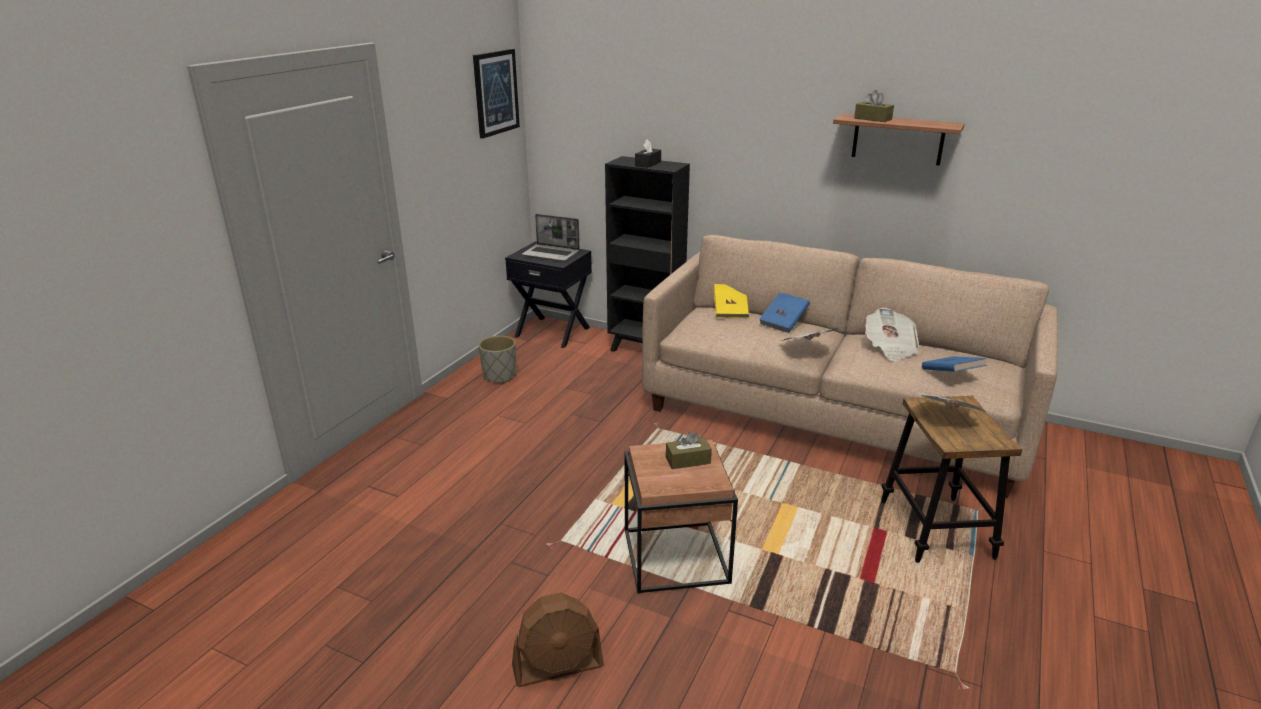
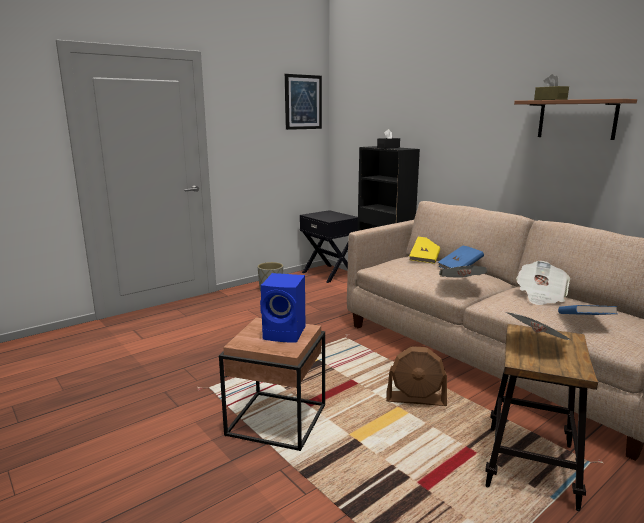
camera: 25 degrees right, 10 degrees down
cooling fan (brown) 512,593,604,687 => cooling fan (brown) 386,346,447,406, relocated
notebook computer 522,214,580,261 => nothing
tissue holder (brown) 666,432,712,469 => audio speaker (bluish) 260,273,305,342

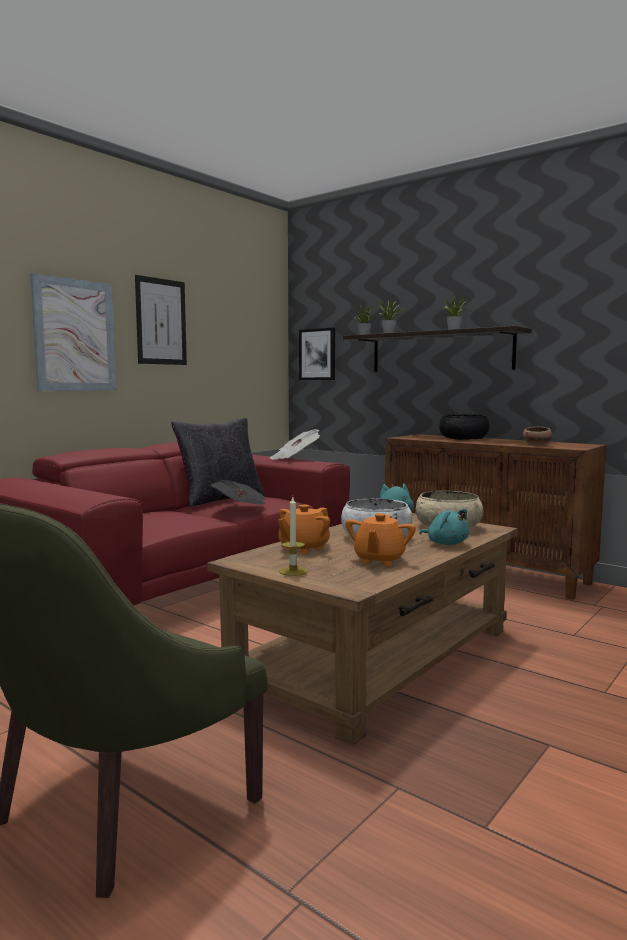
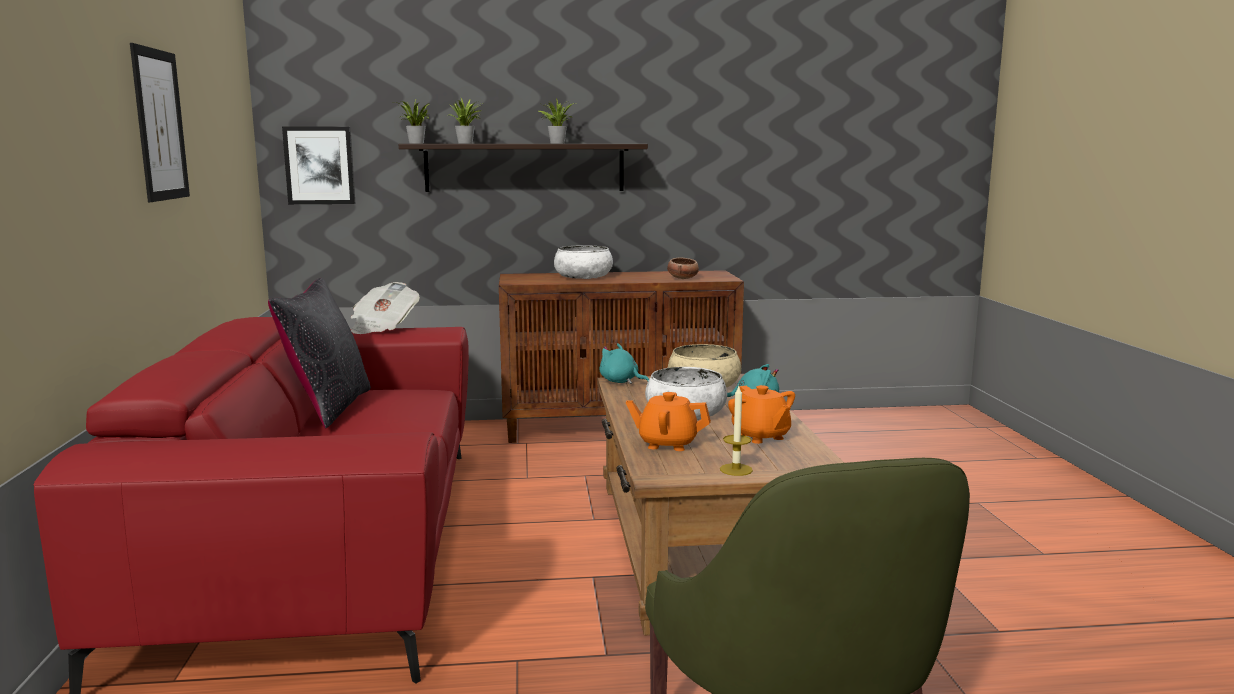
camera: 45 degrees left, 5 degrees up
wall picture 30,273,116,391 => nothing
daily paper 211,480,266,504 => nothing
tea pot (orange-coloured) 278,505,330,554 => tea pot (orange-coloured) 626,392,711,451, 105 degrees clockwise
deep dish (blackish) 439,414,490,440 => deep dish (white) 554,245,613,279

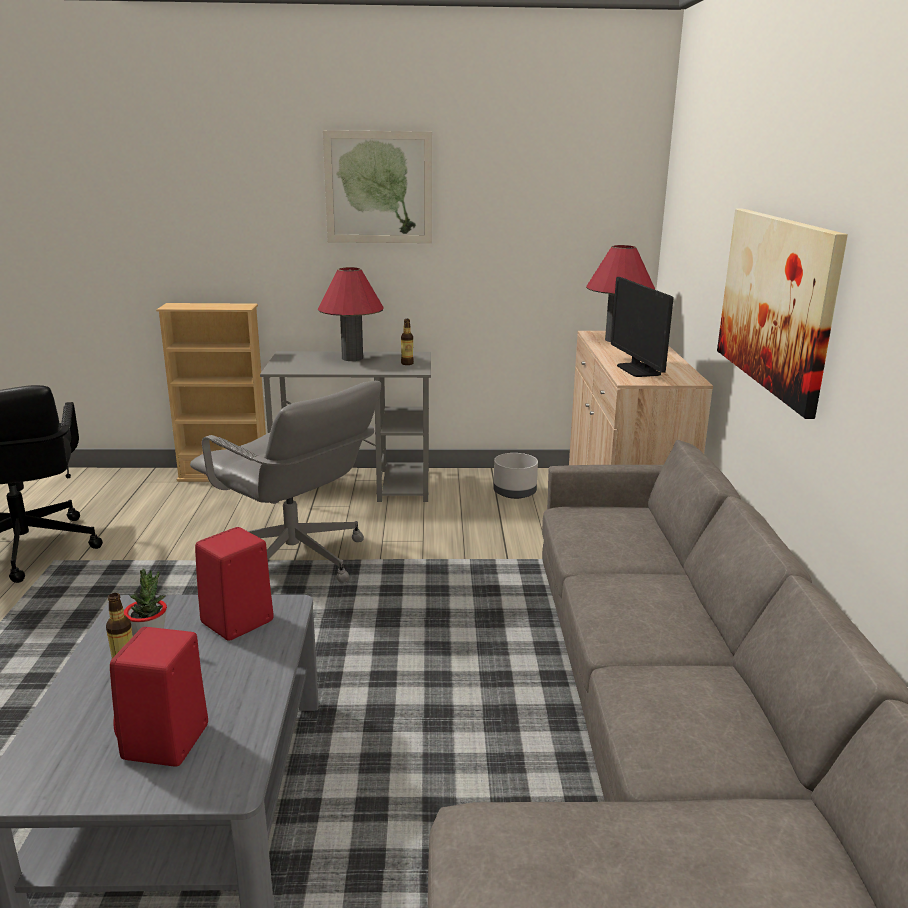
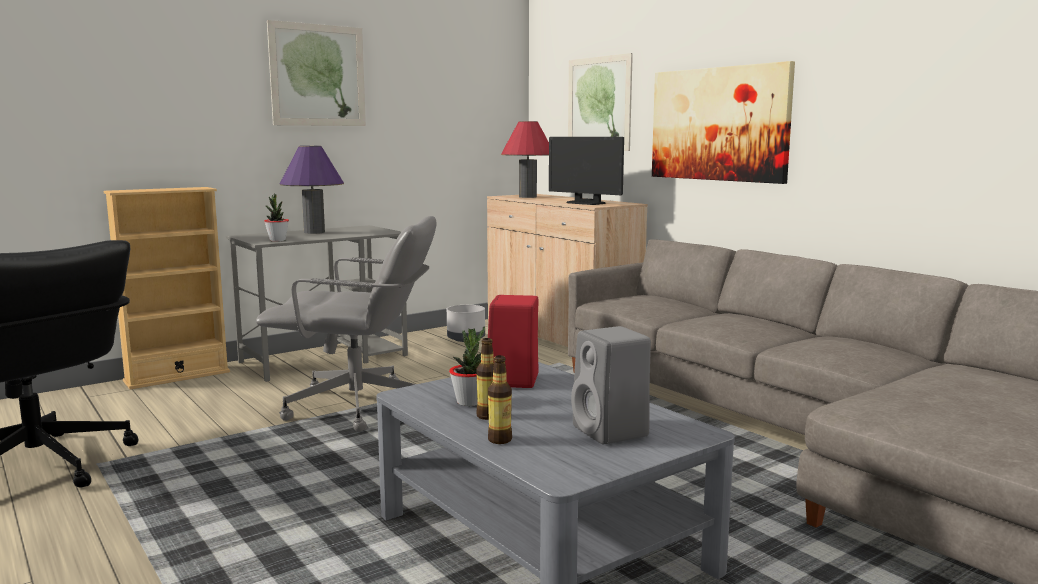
camera: 35 degrees left, 10 degrees down
audio speaker (red) 110,627,208,767 => audio speaker (gray) 571,326,651,444
table lamp (red) 318,267,384,361 => table lamp (purplish) 280,146,344,234
bottle 401,319,414,365 => bottle 488,355,512,444, relocated
nothing => houseplant 264,194,289,242
nothing => wall picture 568,53,633,151

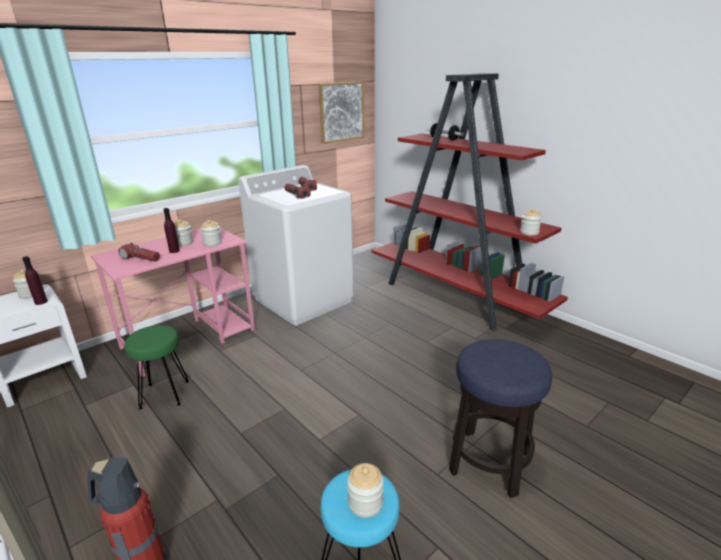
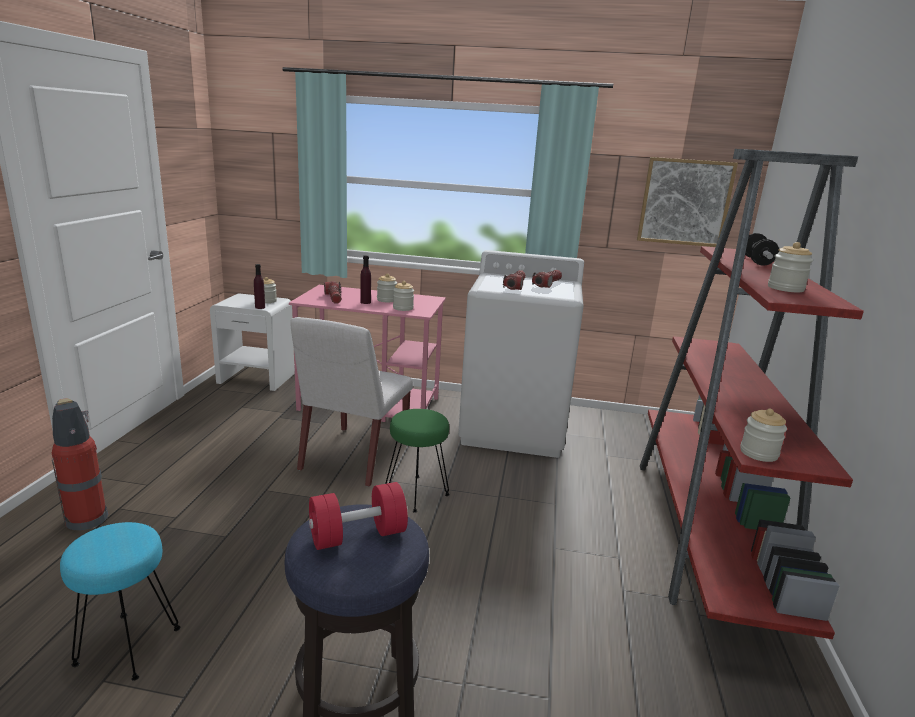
camera: 50 degrees right, 5 degrees down
stool (green-coloured) 125,325,189,410 => stool (green-coloured) 385,409,450,512, relocated
storage jar 347,463,384,518 => storage jar 768,242,813,292, relocated
nothing => plain chair (white) 290,317,413,487
nothing => dumbbell (red) 309,482,408,550

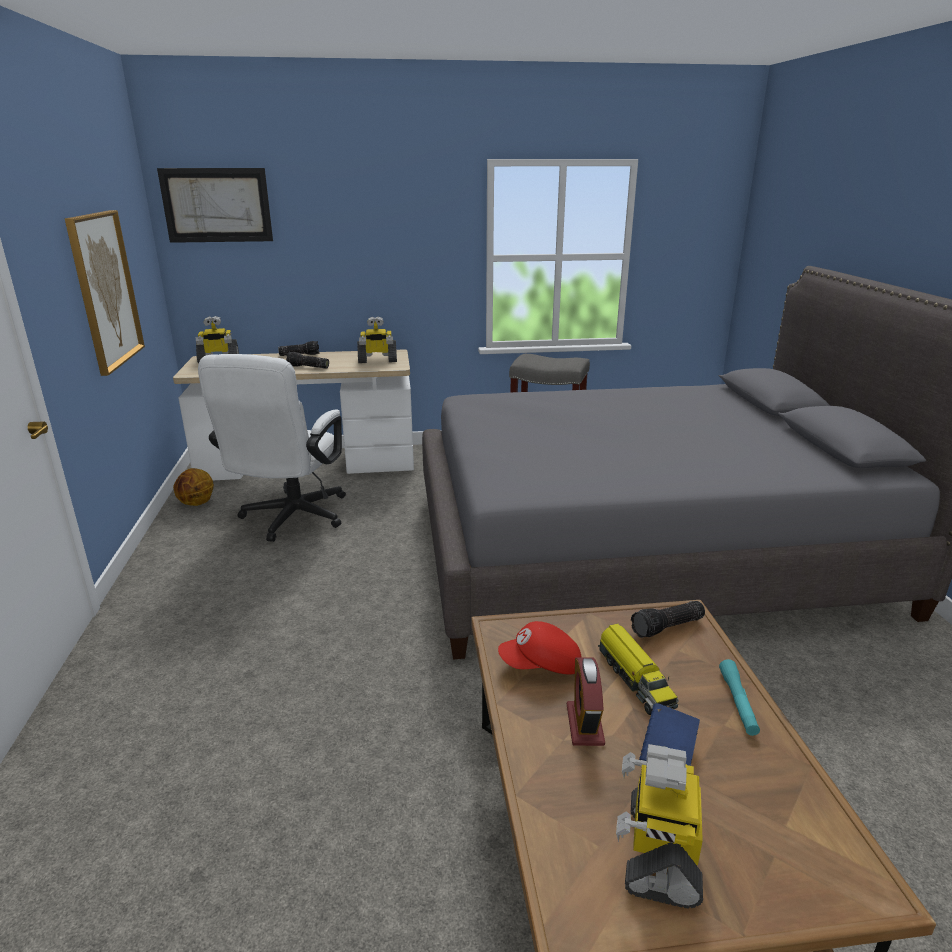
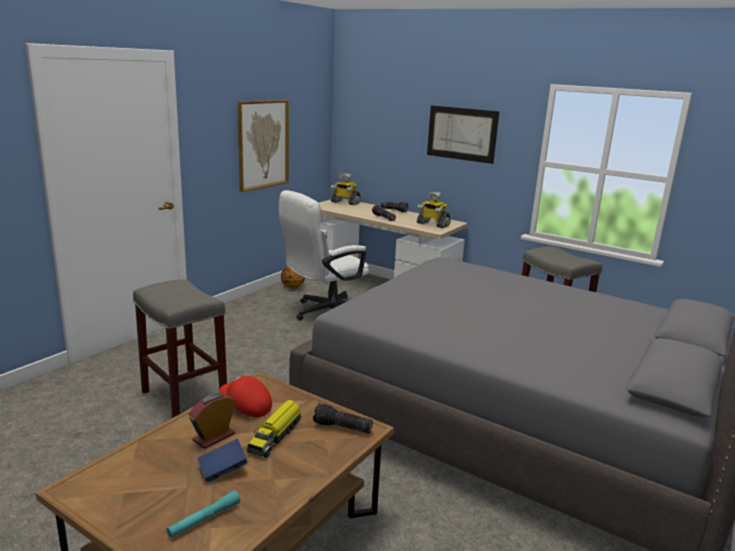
camera: 40 degrees right, 5 degrees down
wall picture 157,168,273,243 => wall picture 427,105,499,164, relocated
model robot 616,744,703,908 => nothing
flashlight (blue-green) 719,659,760,736 => flashlight (blue-green) 167,491,240,538, relocated
nothing => stool (gray) 133,279,227,418

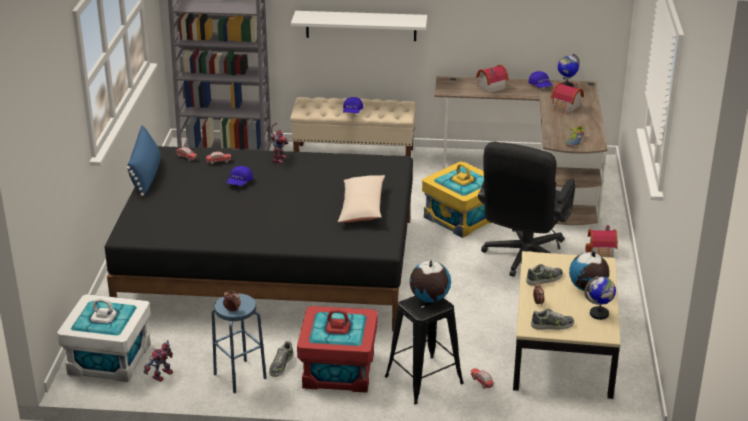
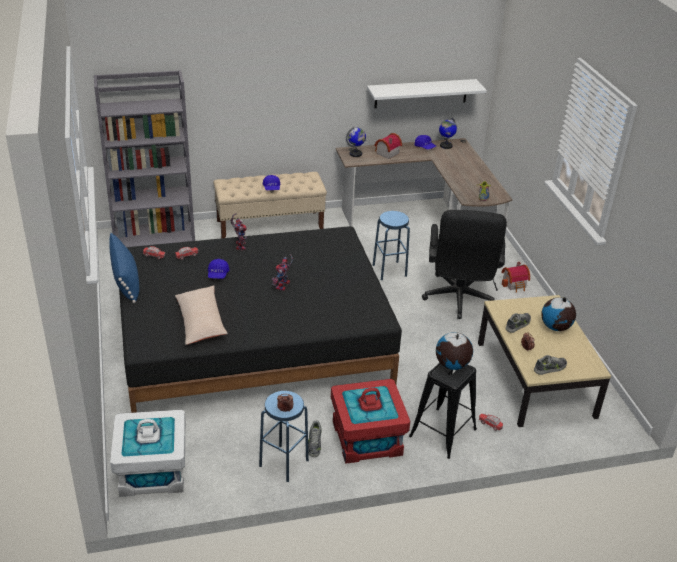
camera: 20 degrees left, 5 degrees up
model robot 143,340,173,382 => model robot 272,254,293,291, relocated
wall shelf (white) 291,11,427,41 => wall shelf (white) 367,79,487,108, relocated
throw pillow (beige) 338,175,385,222 => throw pillow (beige) 175,285,228,345, relocated
storage container (yellowish) 422,161,492,238 => stool (bluish) 372,211,410,280
model house 551,82,584,114 => nothing
desk globe 584,276,616,320 => desk globe 346,127,366,157, relocated

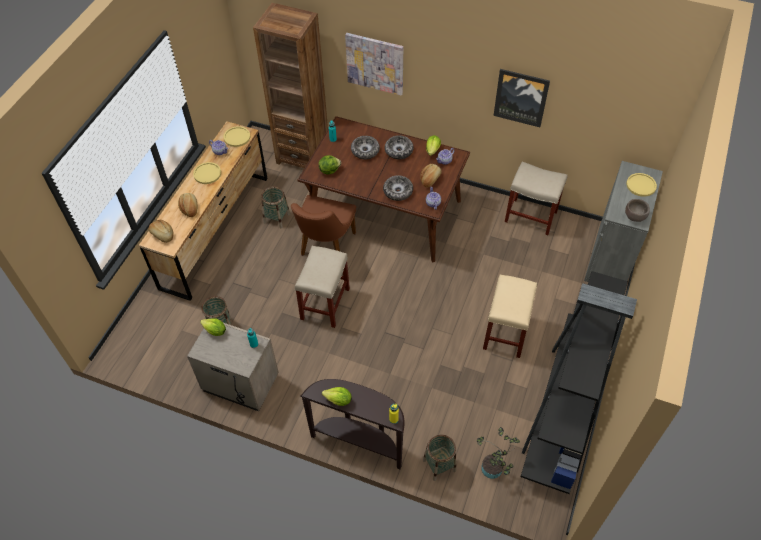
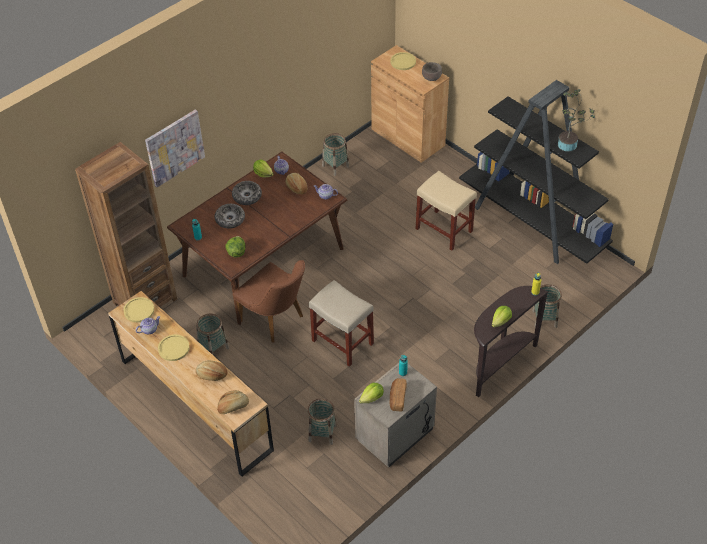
camera: 65 degrees left, 5 degrees down
deep dish 383,175,413,201 => nothing
houseplant 477,427,520,479 => houseplant 558,89,595,152, relocated
wall picture 493,69,550,127 => nothing
stool (beige) 505,161,568,235 => household basket 322,133,349,176
cabinet (gray) 584,161,663,282 => cabinet (brown) 371,45,449,163
nothing => baked bread 390,378,407,412

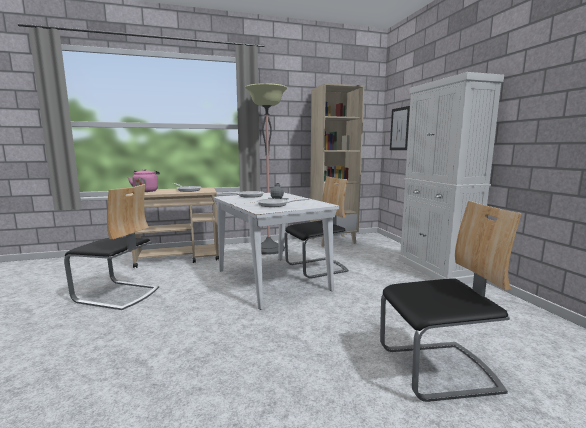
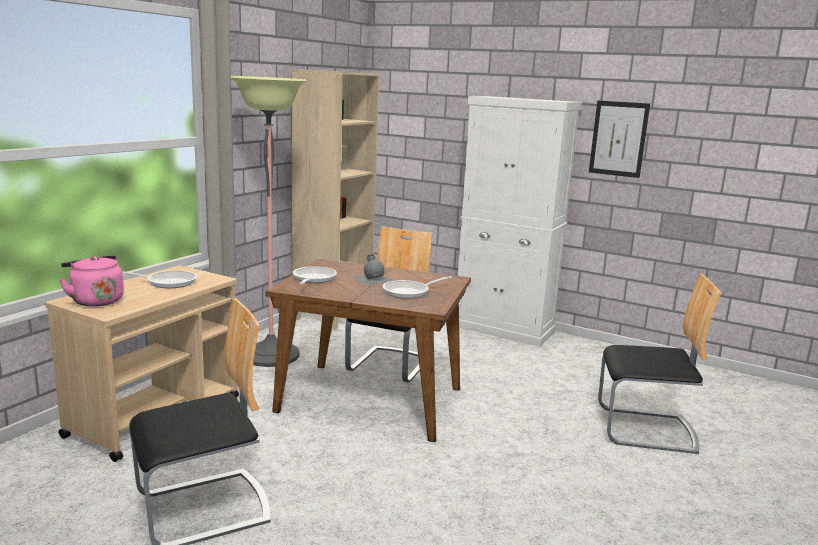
camera: 45 degrees left, 5 degrees up
dinner table (white) 213,193,339,310 => dinner table (brown) 266,259,471,442
plain chair 380,201,522,402 => plain chair 598,273,721,454, 60 degrees clockwise
wall picture 390,106,410,150 => wall picture 589,101,650,178, relocated

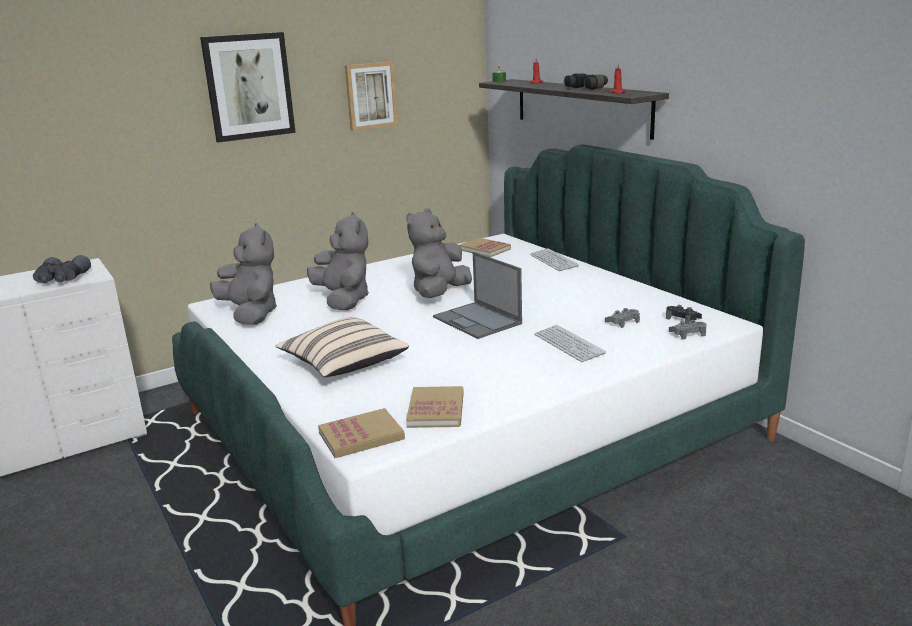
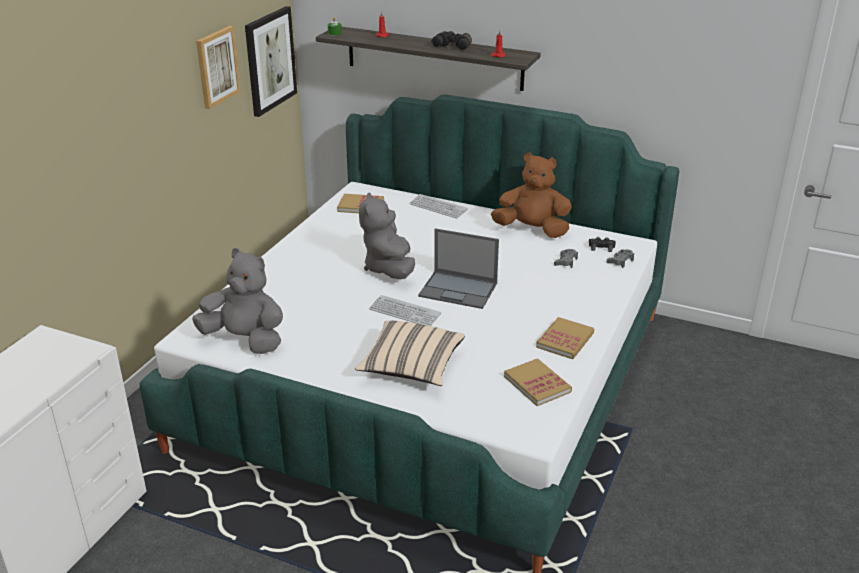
camera: 35 degrees left, 10 degrees up
binoculars (gray) 33,255,91,284 => nothing
wall picture 200,32,296,143 => wall picture 245,6,297,117, relocated
plush toy (gray) 307,212,369,310 => nothing
volume 318,408,405,458 => volume 536,317,594,359, relocated
keyboard 535,325,606,362 => keyboard 369,295,441,326, relocated
nothing => plush toy (brown) 491,153,572,238

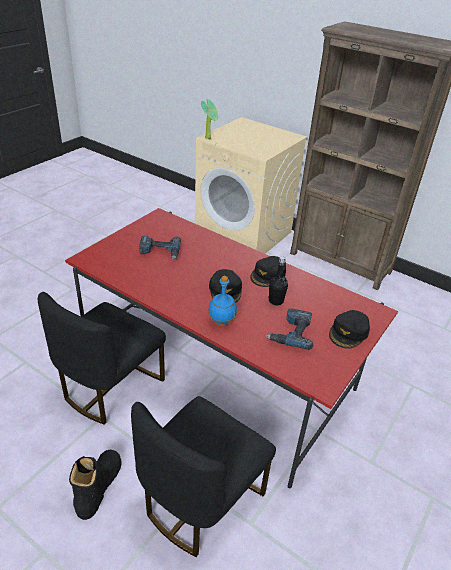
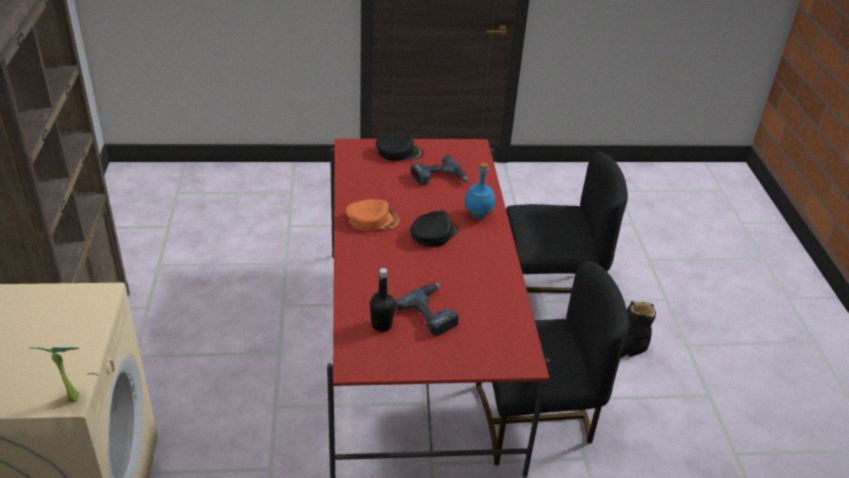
camera: 130 degrees left, 0 degrees up
baseball cap (blackish) 250,256,286,287 => baseball cap (orange-coloured) 346,199,399,231
bottle (blackish) 268,256,288,306 => bottle (blackish) 370,268,395,332, relocated

